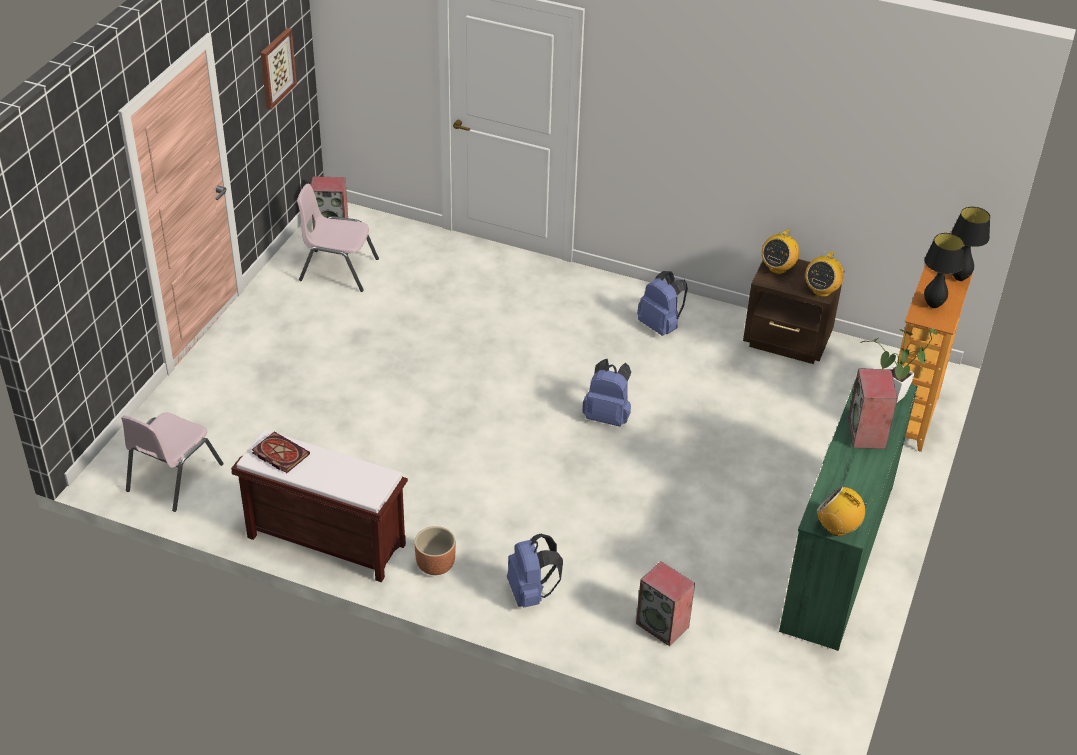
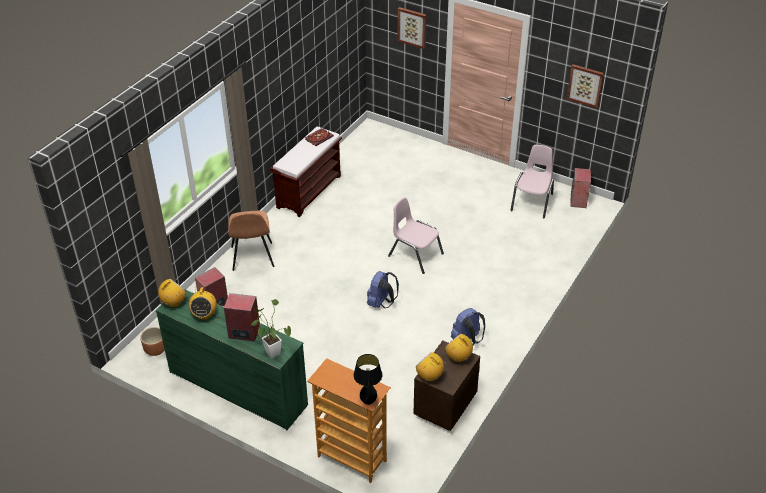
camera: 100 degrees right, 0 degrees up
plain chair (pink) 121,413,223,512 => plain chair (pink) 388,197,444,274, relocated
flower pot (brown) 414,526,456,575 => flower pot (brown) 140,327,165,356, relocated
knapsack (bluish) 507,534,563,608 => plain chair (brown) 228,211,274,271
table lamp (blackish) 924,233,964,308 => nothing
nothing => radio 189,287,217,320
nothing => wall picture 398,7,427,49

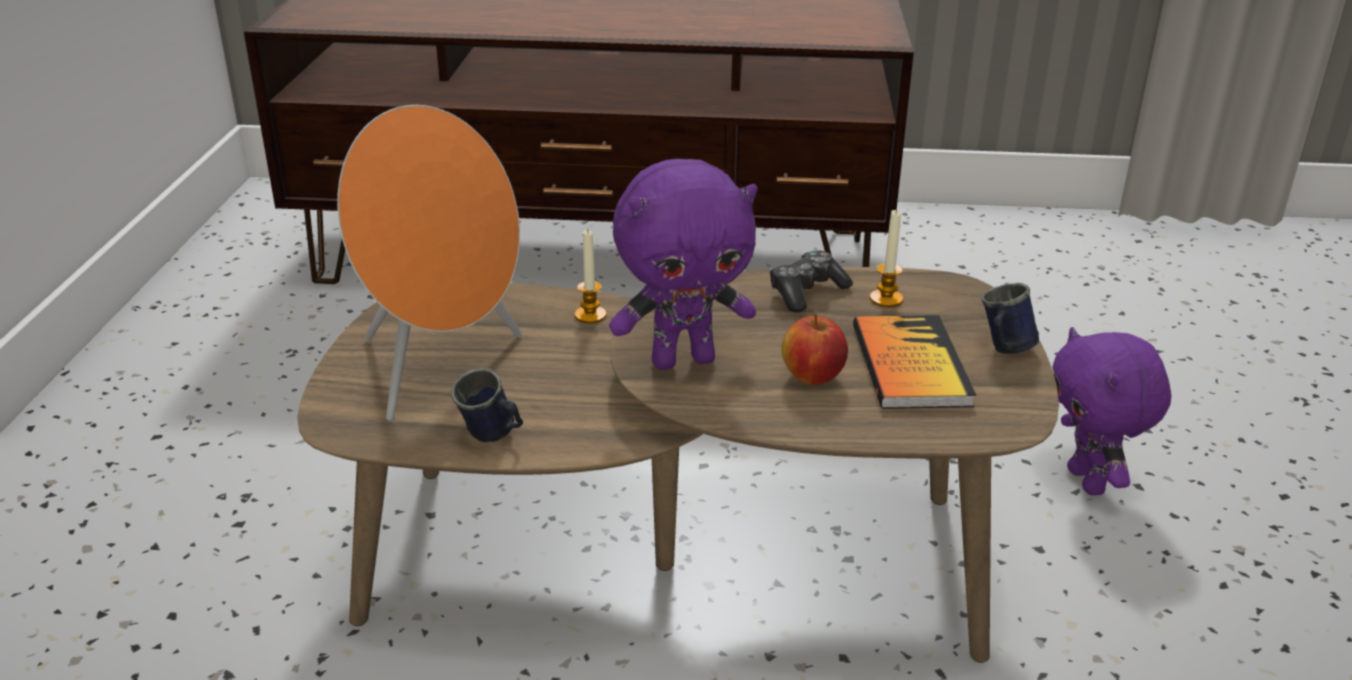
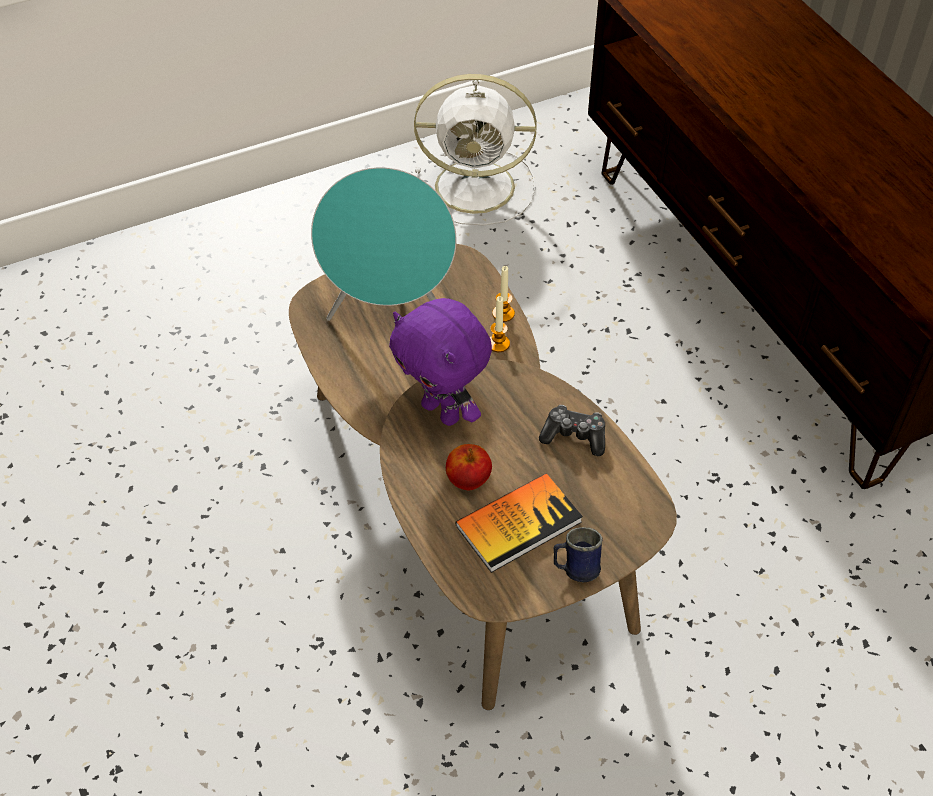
camera: 60 degrees right, 20 degrees up
audio speaker (orange-coloured) 337,105,522,421 => audio speaker (blue-green) 311,167,456,321
coffee mug (bluish) 451,368,523,442 => nothing
wax candle 870,209,903,307 => wax candle 492,266,515,322, relocated
plush toy (purplish) 1053,327,1171,495 => nothing
nothing => cooling fan (white) 414,74,537,225

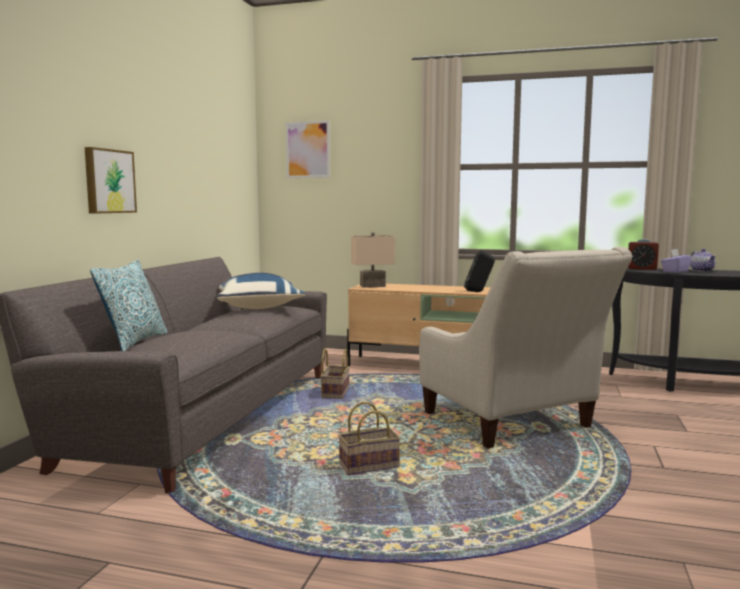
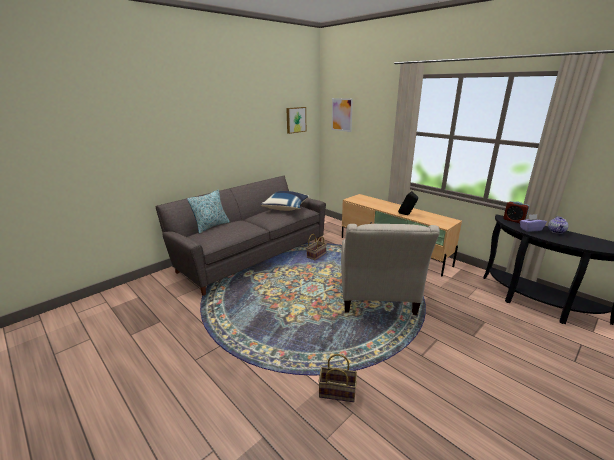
camera: 30 degrees right, 15 degrees up
wall picture 85,147,137,214 => wall picture 286,107,306,134, relocated
household basket 338,402,401,475 => household basket 318,354,357,402, relocated
table lamp (beige) 351,232,395,288 => nothing

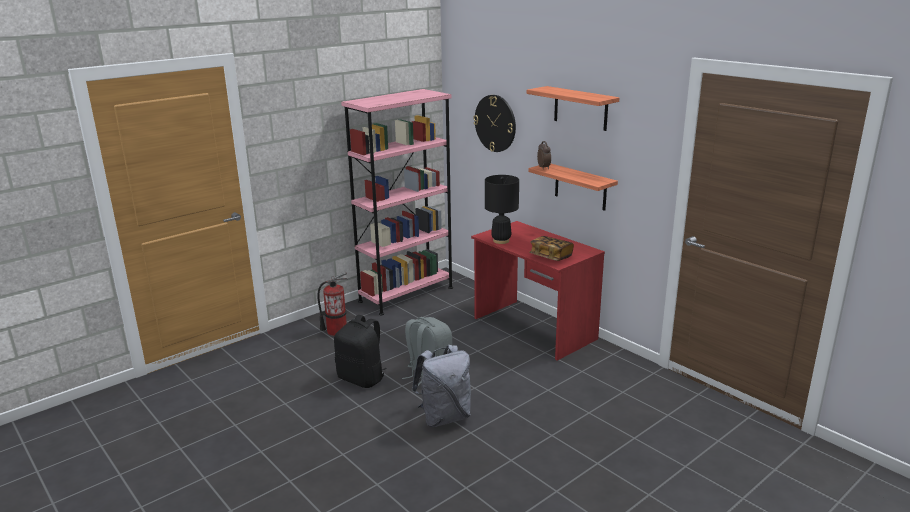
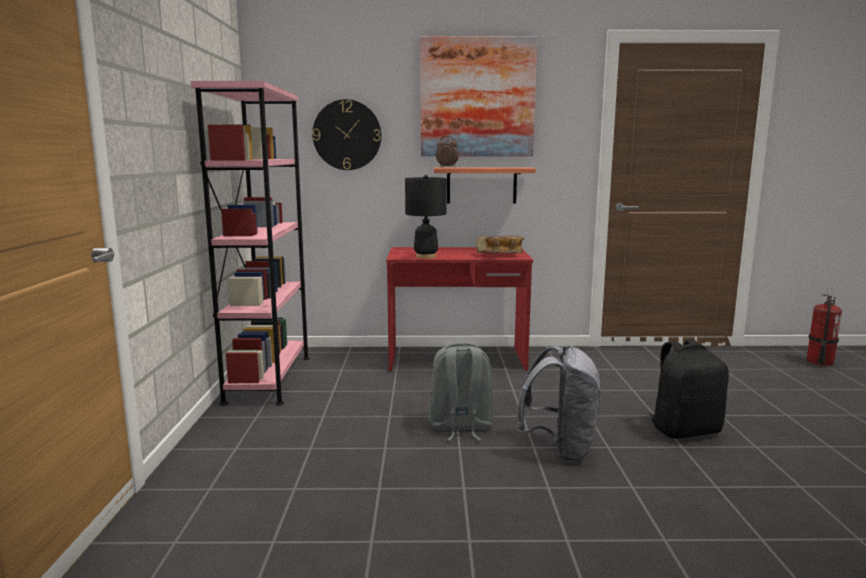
camera: 50 degrees left, 10 degrees down
fire extinguisher 317,272,348,336 => fire extinguisher 806,286,842,366, relocated
knapsack (blackish) 334,315,387,388 => knapsack (blackish) 650,340,729,439, relocated
wall shelf 527,86,619,131 => wall picture 420,36,537,156

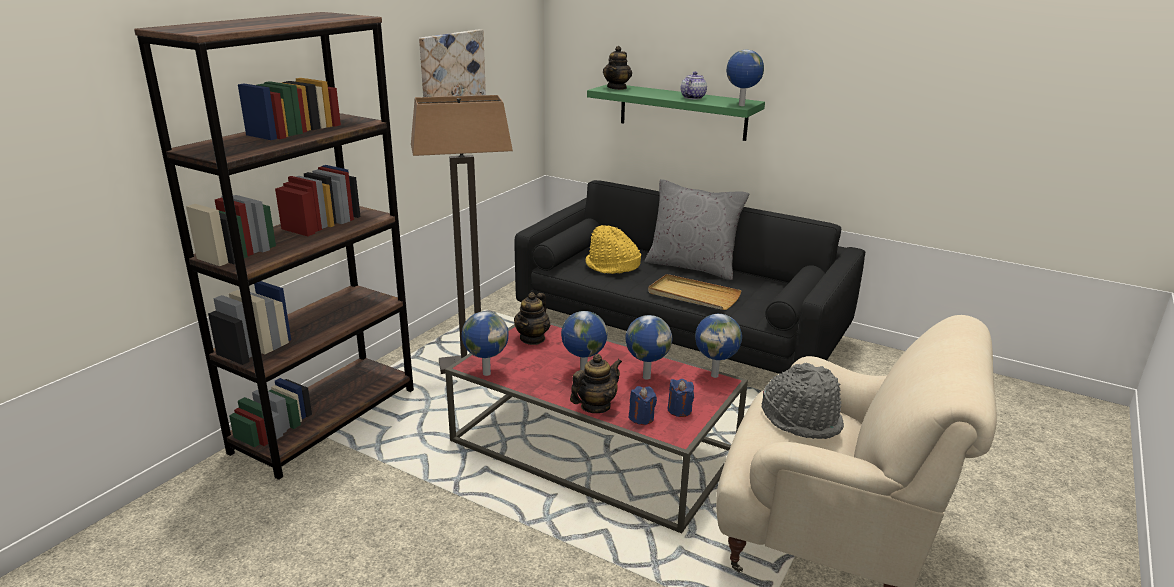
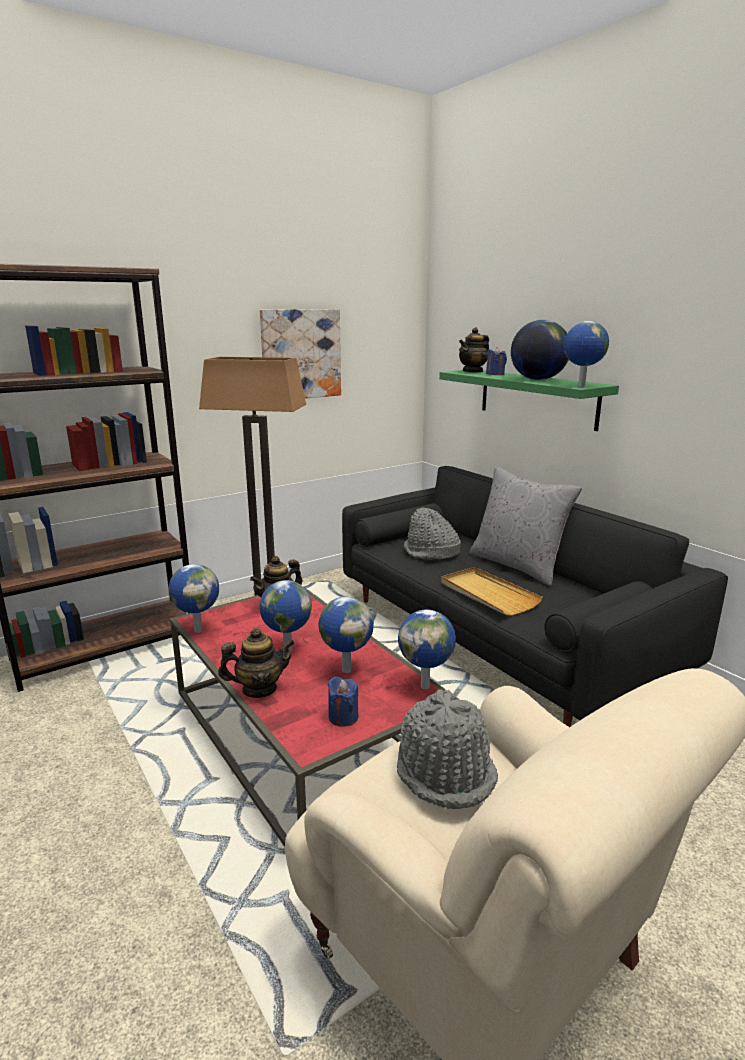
camera: 25 degrees right, 5 degrees down
hat (yellowish) 585,225,641,274 => hat (gray) 404,507,461,560
wax candle (bluish) 629,386,657,425 => wax candle (bluish) 486,347,507,375, relocated
tea pot 681,72,707,100 => desk globe 511,320,569,380

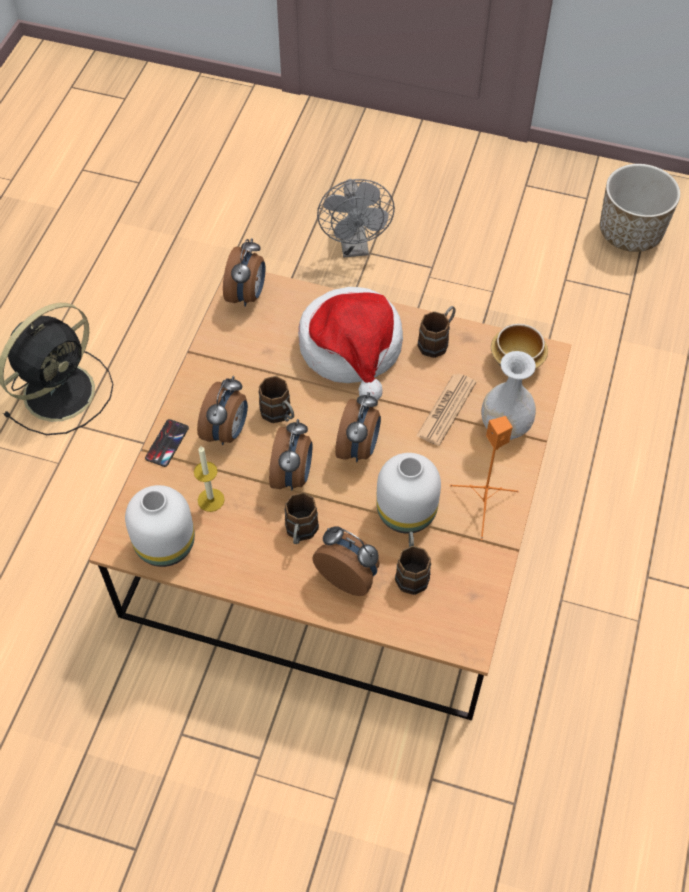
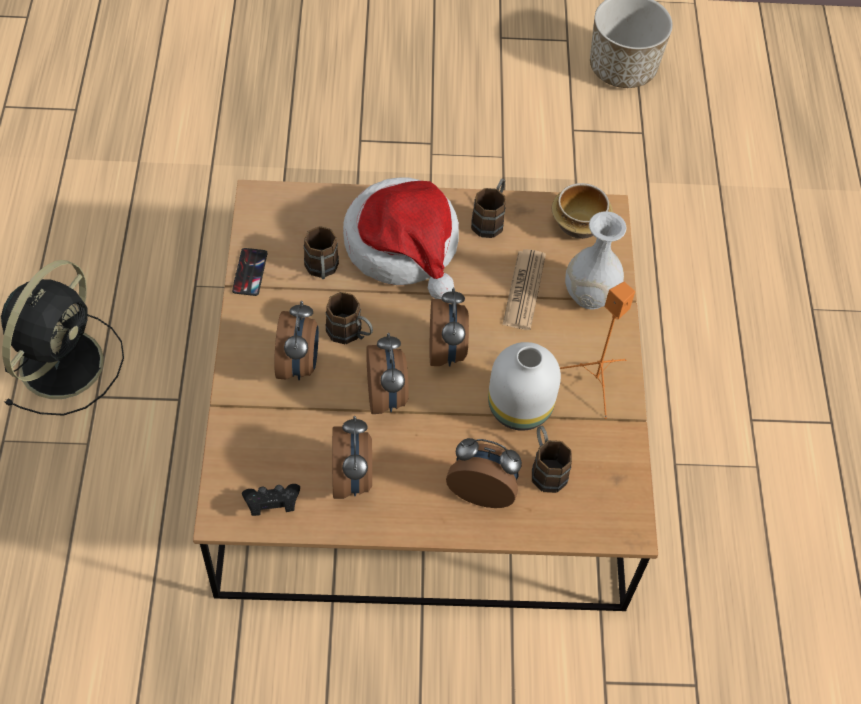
camera: 20 degrees left, 0 degrees up
vase (white) 125,485,195,567 => game controller (blackish) 242,484,300,516
telephone 145,419,189,467 => telephone 232,248,267,296, relocated
wax candle 194,446,224,512 => nothing
bedside clock 223,238,266,307 => bedside clock 332,416,372,499, relocated
coffee mug (brown) 284,493,319,544 => coffee mug (brown) 304,226,339,279, relocated
cooling fan (gray) 317,179,395,257 => nothing

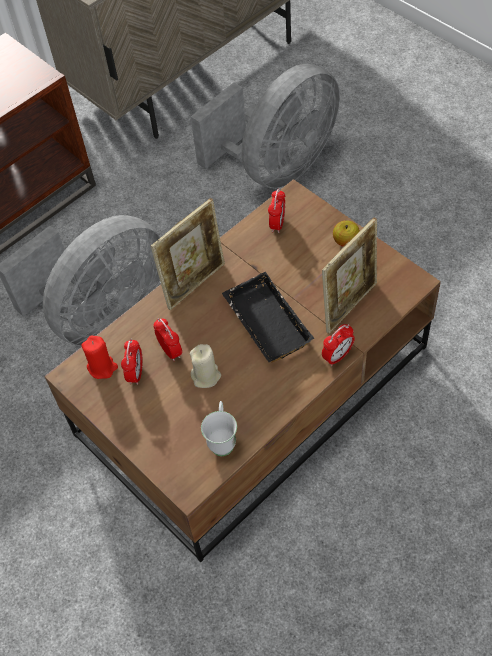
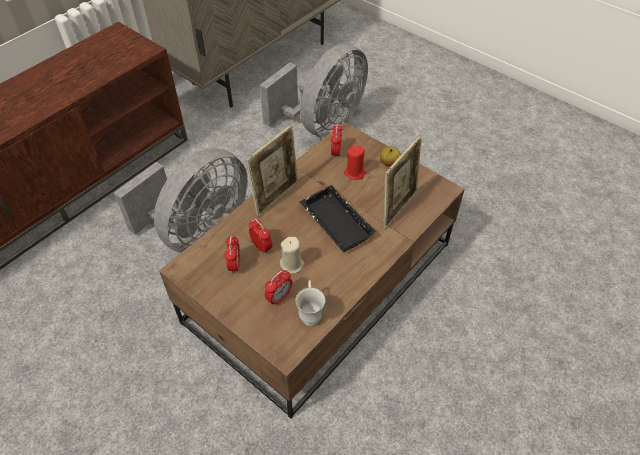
camera: 10 degrees left, 5 degrees down
wax candle (red) 81,336,118,379 => wax candle (red) 344,145,367,180, relocated
bedside clock 322,324,355,366 => bedside clock 265,270,292,306, relocated

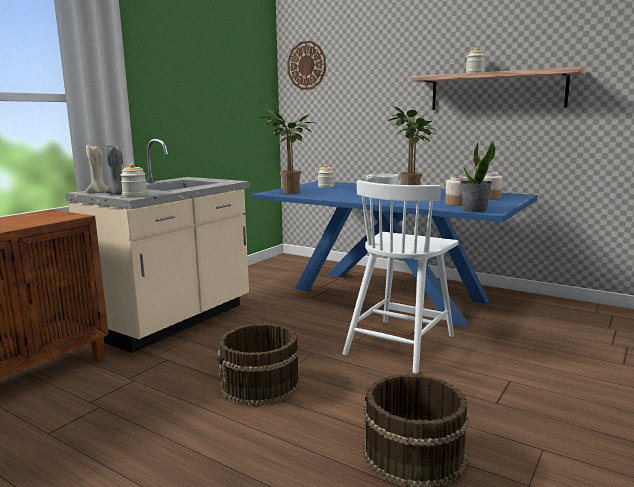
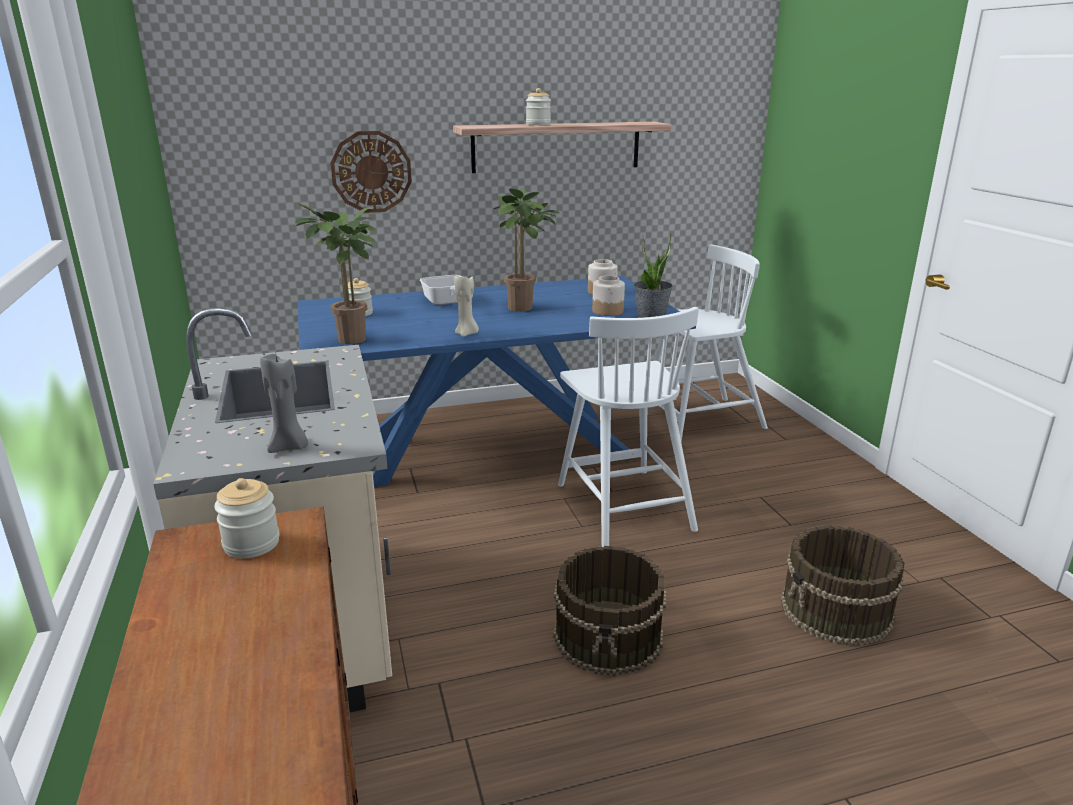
camera: 50 degrees left, 10 degrees up
wax candle (beige) 86,145,108,193 => wax candle (beige) 455,276,479,337, relocated
storage jar 120,163,147,198 => storage jar 214,478,279,558, relocated
clock on the wall 287,41,326,90 => clock on the wall 330,131,412,213, relocated
nothing => plain chair (white) 654,244,768,441

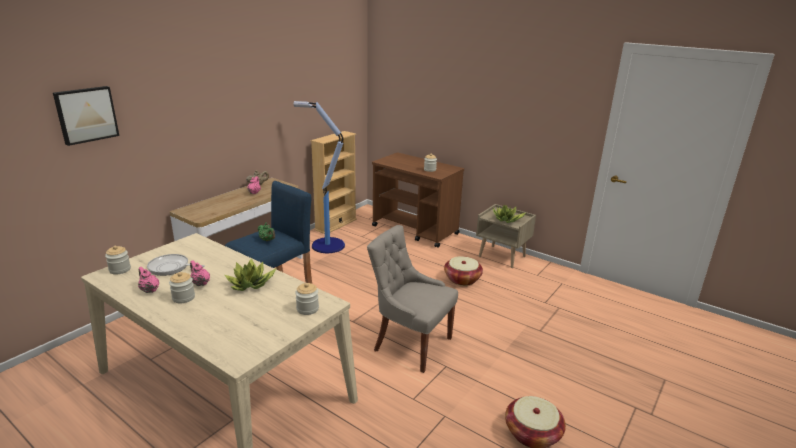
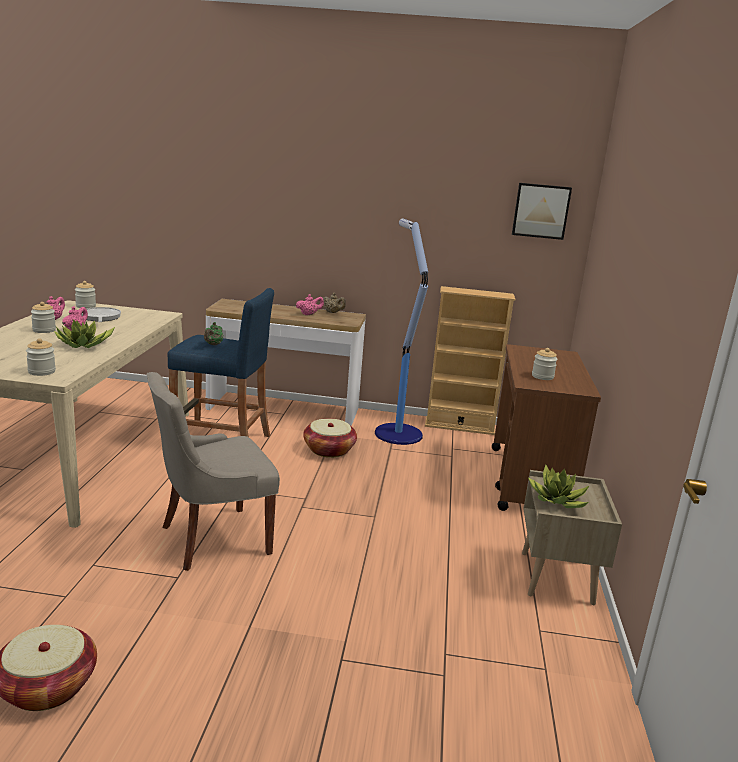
camera: 60 degrees right, 5 degrees down
wall picture 53,86,119,146 => wall picture 512,183,572,240, relocated
plain chair (gray) 367,225,458,373 => plain chair (gray) 147,372,280,571, 120 degrees counterclockwise
household basket 444,256,483,286 => household basket 303,419,357,458, relocated

